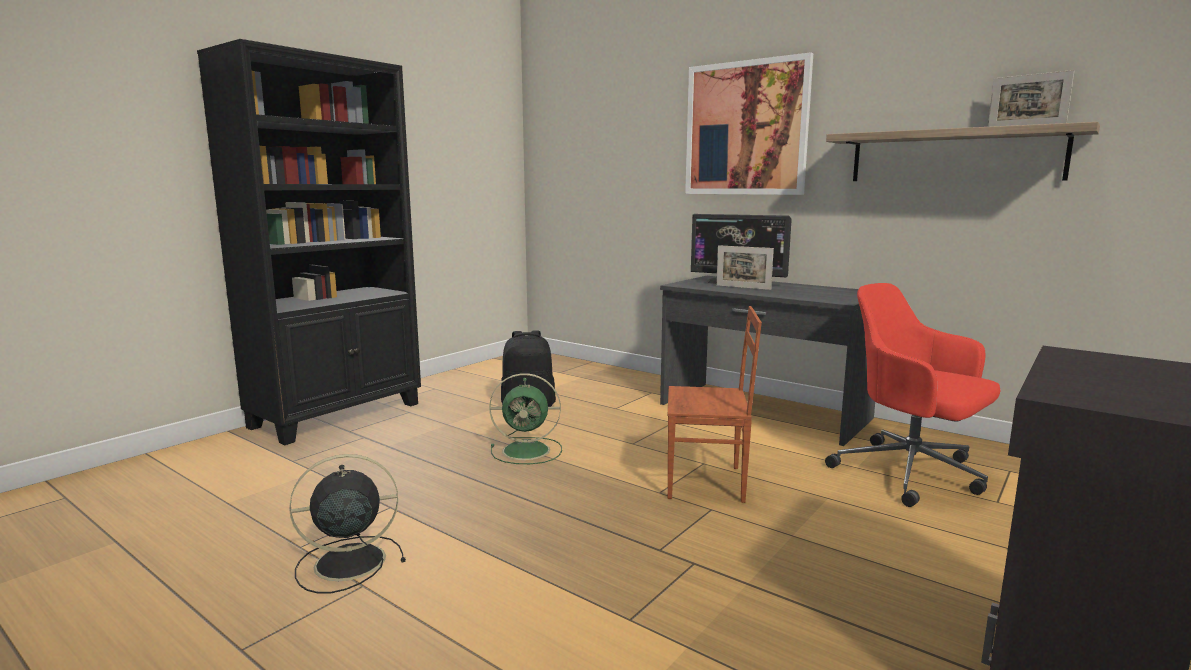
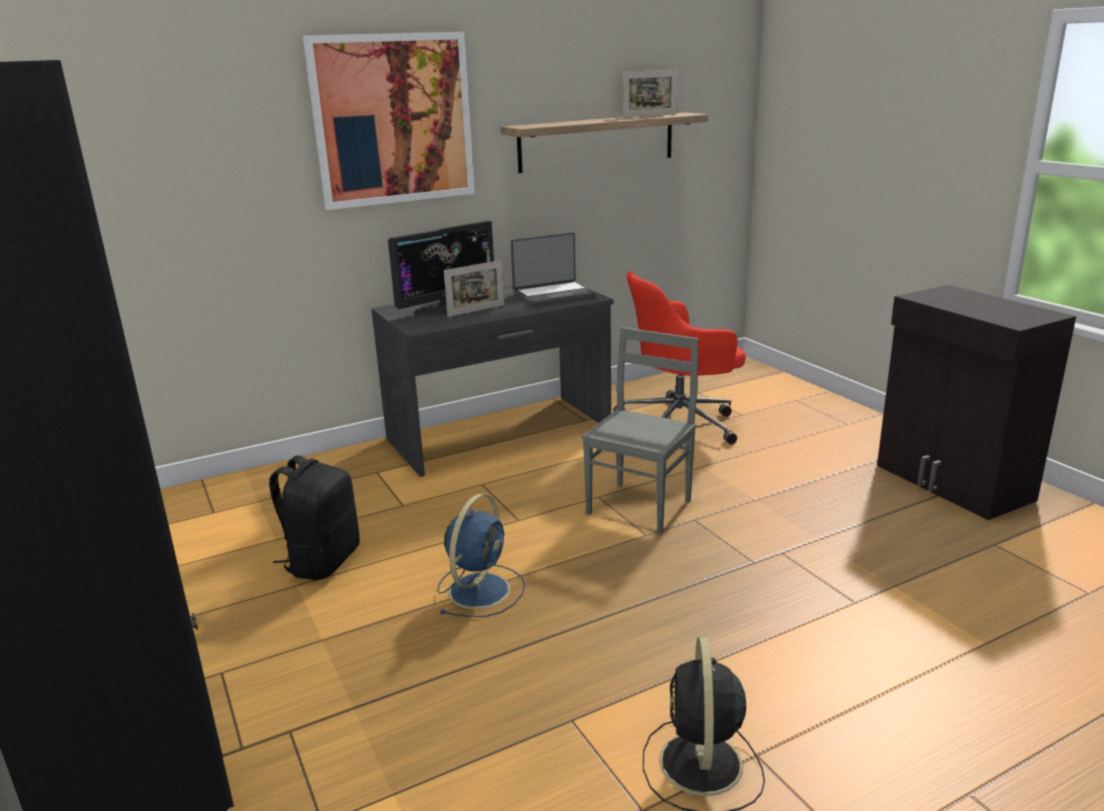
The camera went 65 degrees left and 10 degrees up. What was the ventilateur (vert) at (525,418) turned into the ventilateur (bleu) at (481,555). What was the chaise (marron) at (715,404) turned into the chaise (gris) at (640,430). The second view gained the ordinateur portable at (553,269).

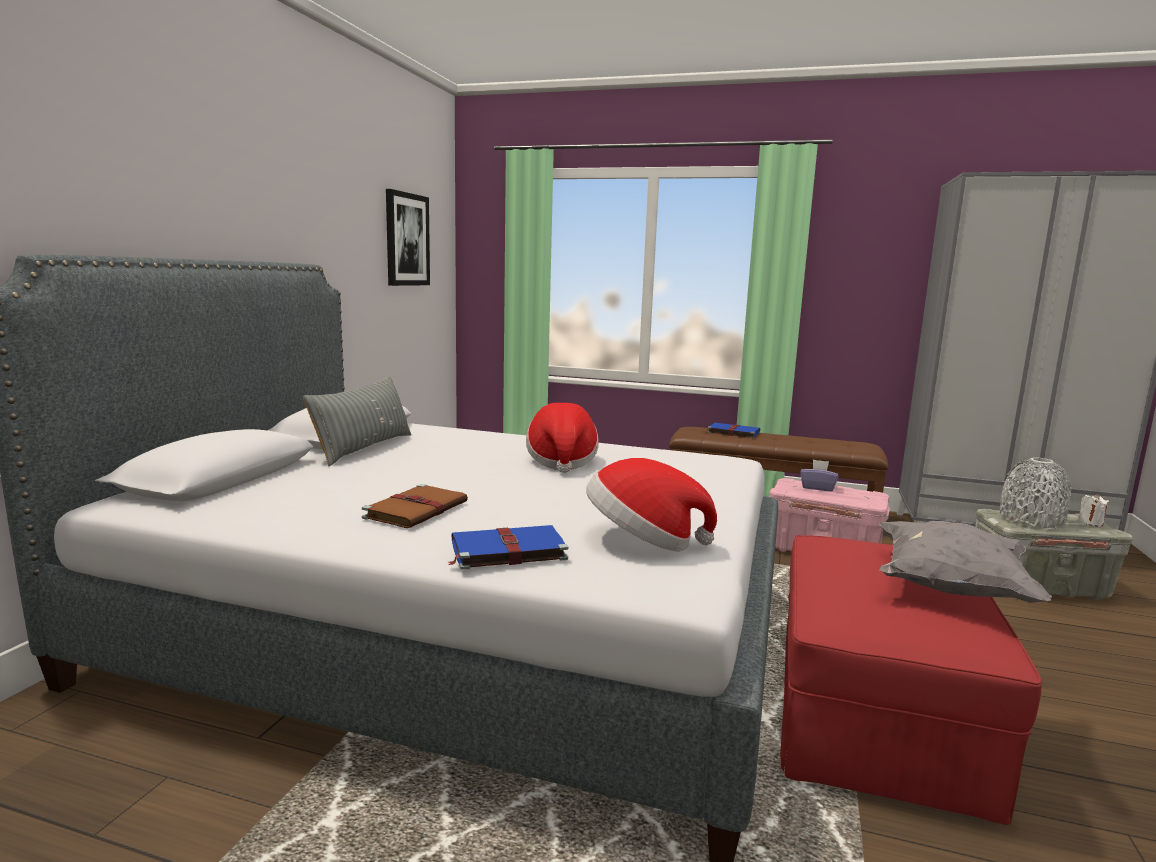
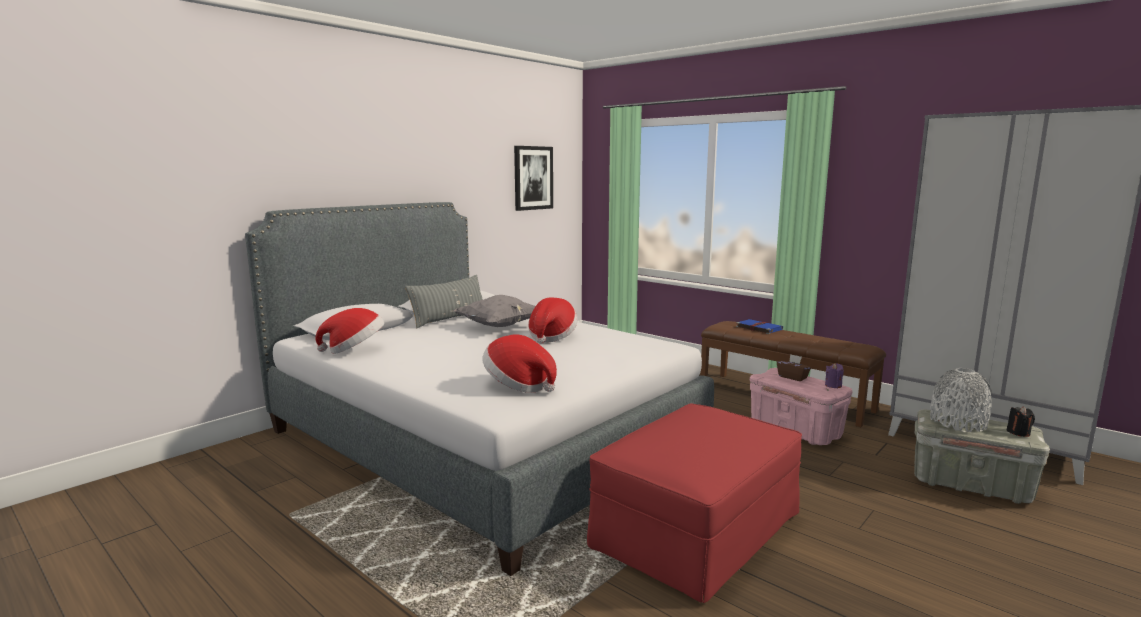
The camera went 25 degrees right and 0 degrees up. The second view lost the livre (marron) at (415,506). The second view lost the livre (bleu) at (508,547). What was the boîte à mouchoirs (violet) at (819,476) turned into the boîte à mouchoirs (marron) at (794,367). The coussin (gris) ended up elsewhere, having gone from (965,562) to (494,311). What was the bougie (blanc) at (1093,510) turned into the bougie (noir) at (1020,421). The second view gained the chapeau at (350,331). The second view gained the bougie (violet) at (834,375).

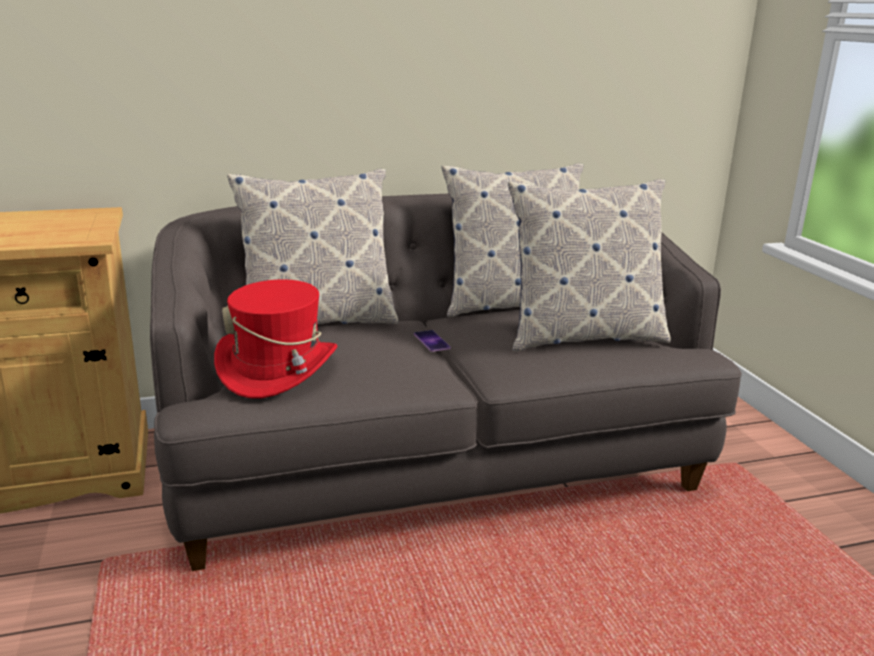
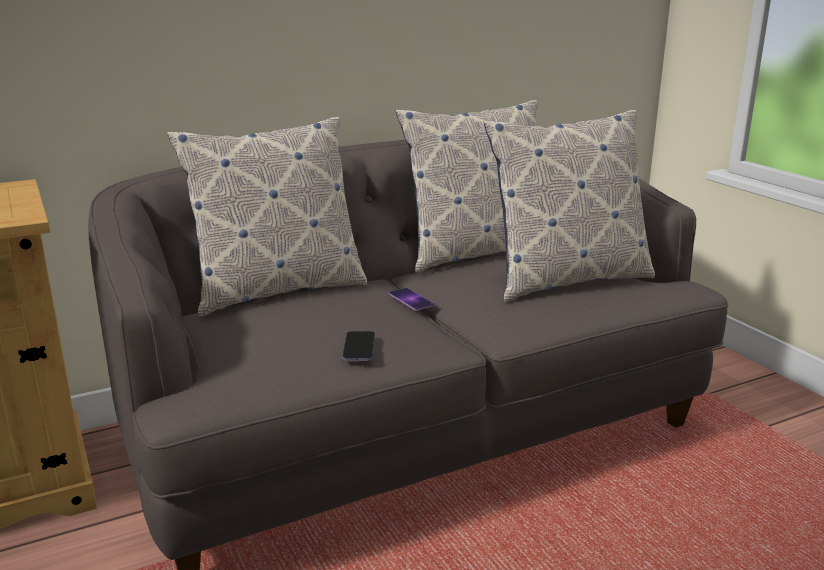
The camera went 10 degrees left and 0 degrees up. The second view lost the chapeau (rouge) at (275,338). The second view gained the téléphone at (359,346).

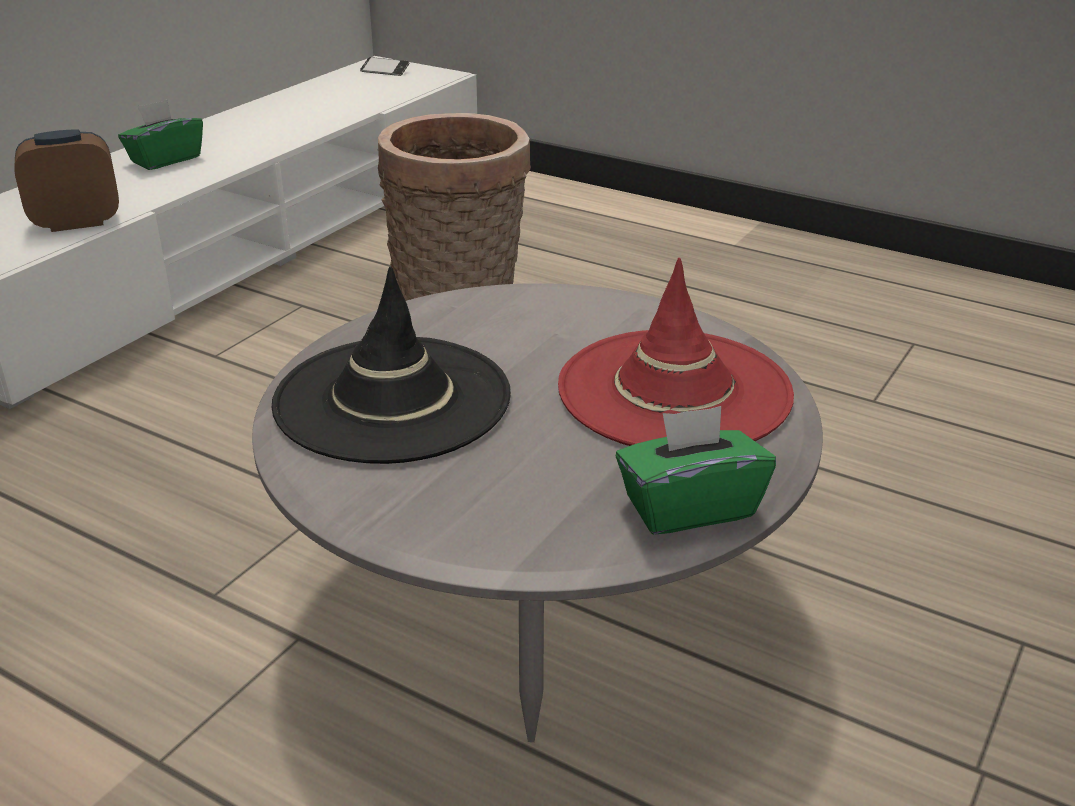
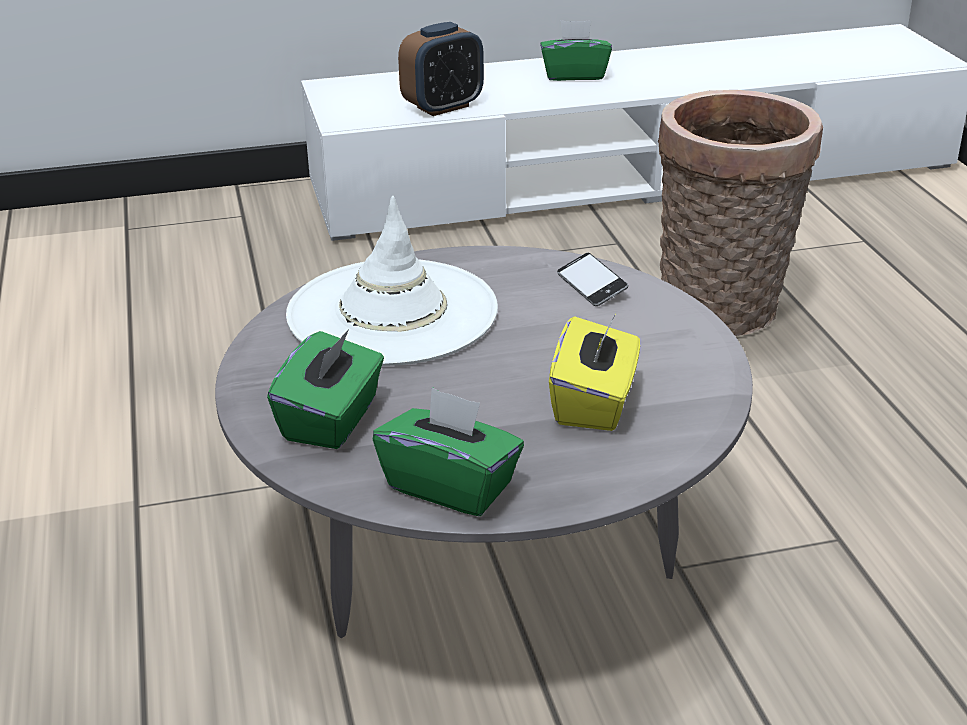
The camera went 45 degrees right and 0 degrees up. The réveil at (66,180) ended up facing another way, 120 degrees clockwise from before. What was the chapeau (noir) at (391,365) turned into the chapeau (blanc) at (392,281). The téléphone ended up elsewhere, having gone from (384,66) to (592,279). Where the chapeau (rouge) stood at (676,352), the boîte à mouchoirs (jaune) came to stand at (594,372). The second view gained the boîte à mouchoirs (vert) at (325,389).

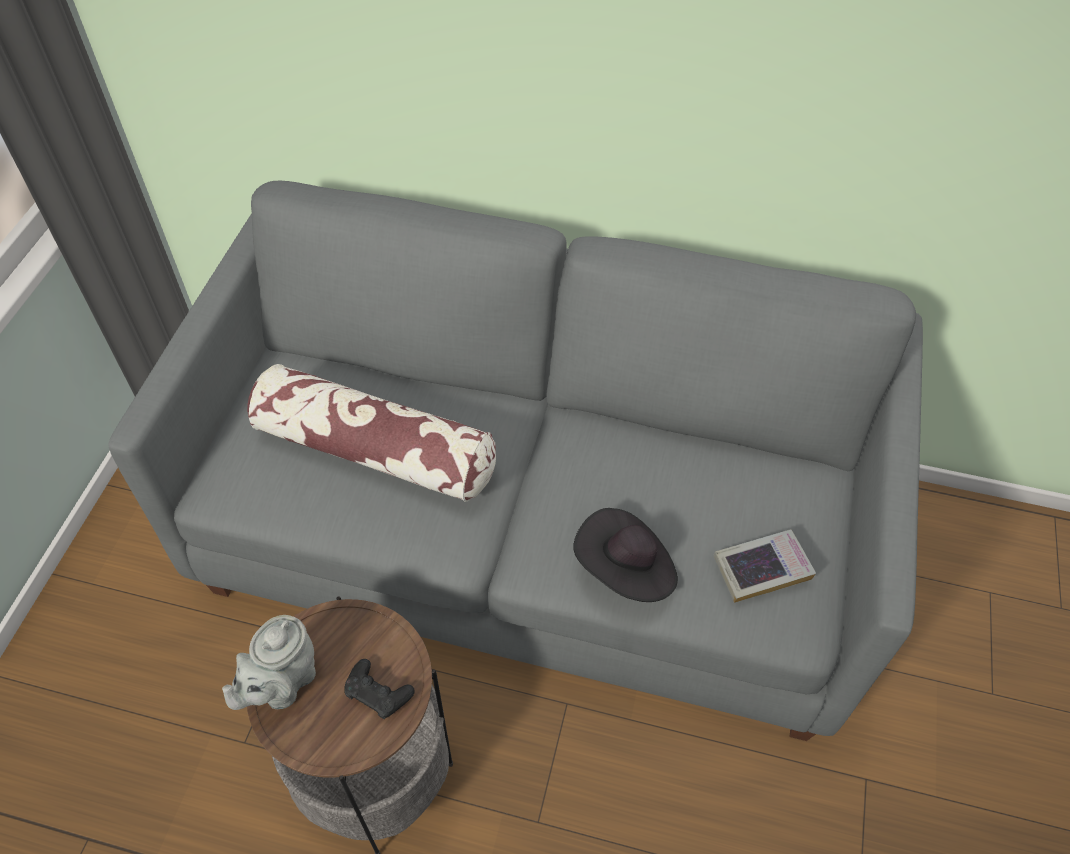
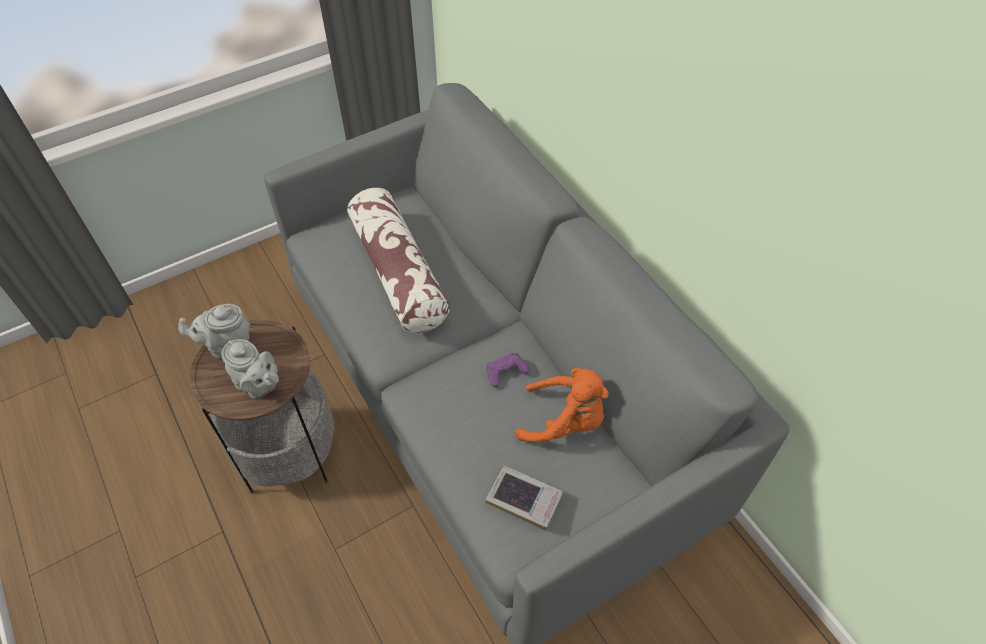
The camera went 45 degrees right and 0 degrees up. Where the manette (noir) stood at (379,689), the théière (gris) came to stand at (250,369). The second view lost the chapeau (noir) at (625,555). The second view gained the manette (violet) at (507,370). The second view gained the peluche (orange) at (562,404).

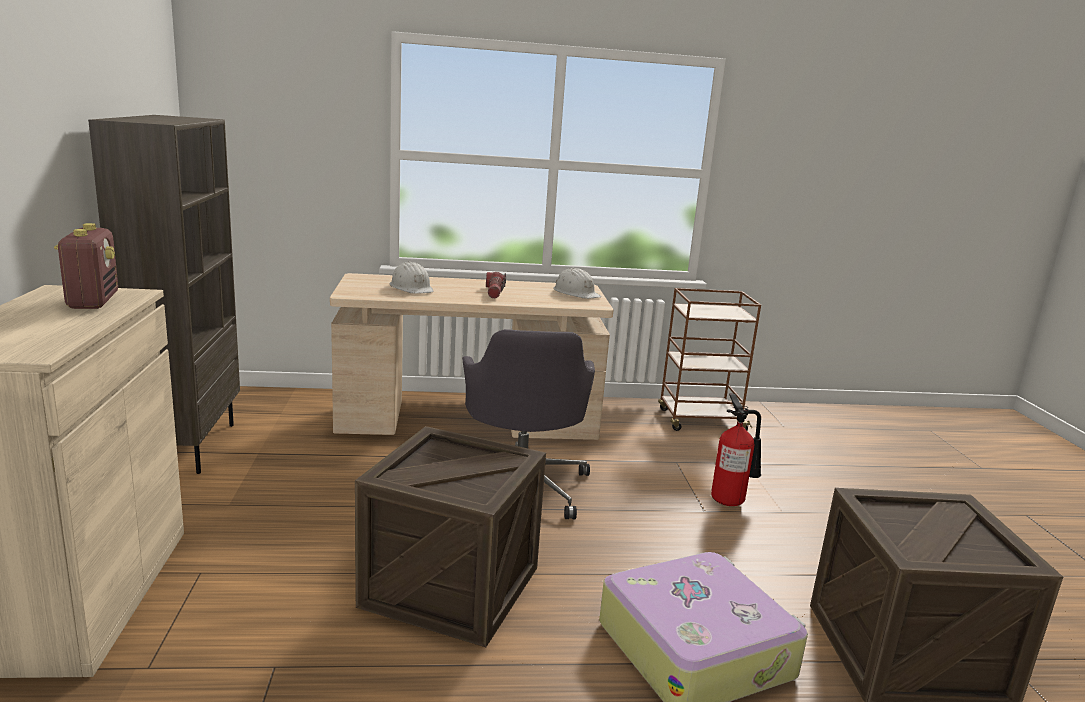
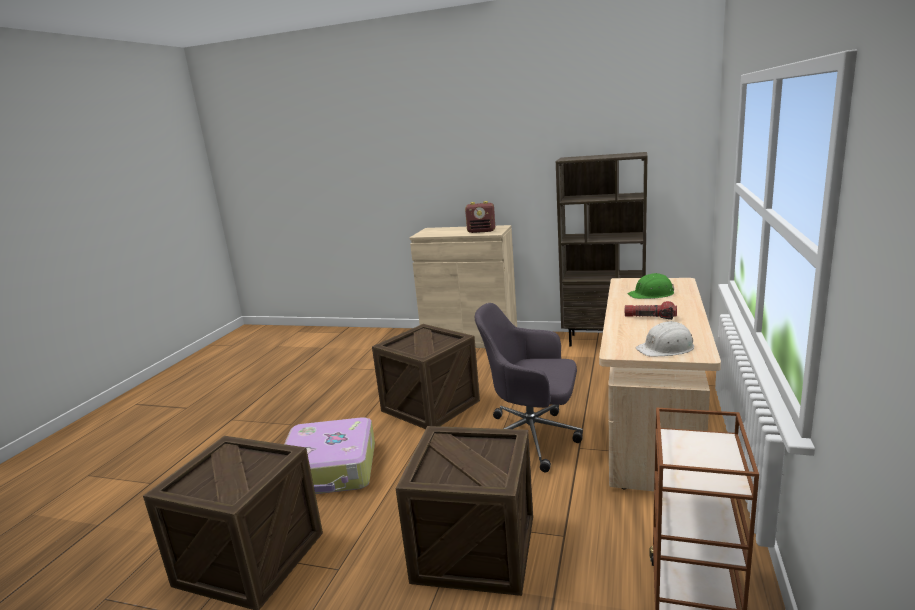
The camera went 115 degrees right and 0 degrees up. What was the casque de chantier (blanc) at (412,277) turned into the casque de chantier (vert) at (651,286). Where the extincteur stood at (736,449), the caisse came to stand at (464,511).

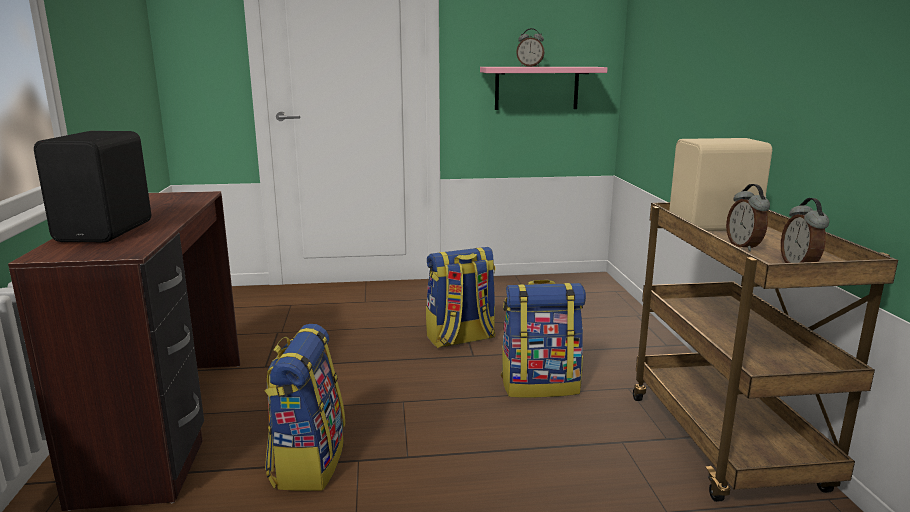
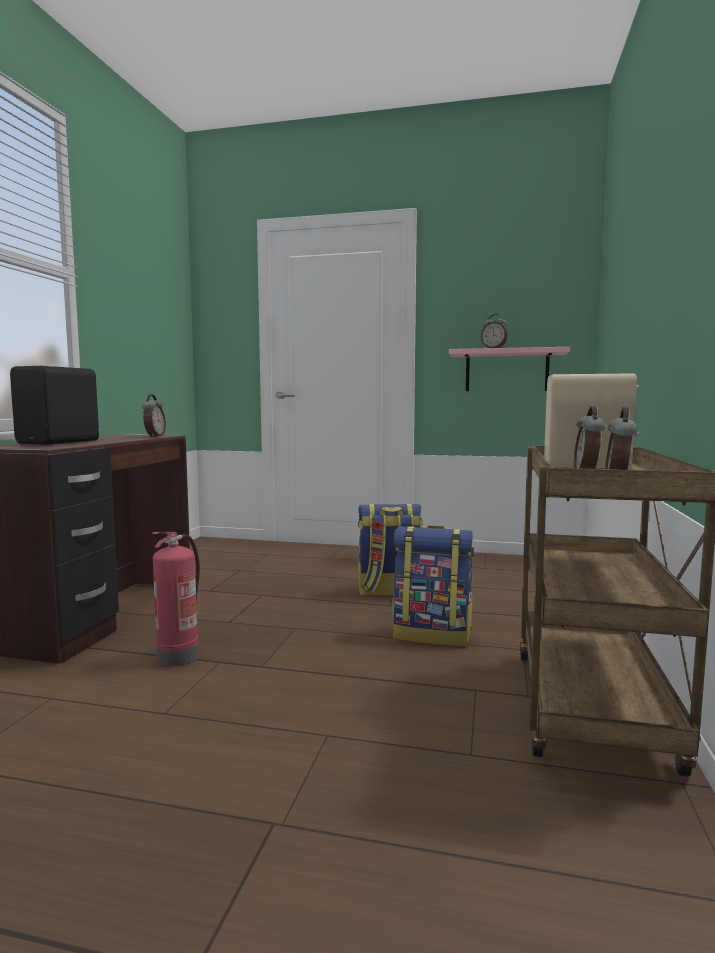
The camera went 20 degrees right and 10 degrees down. Where the sac à dos stood at (305,407), the extincteur came to stand at (176,599). The second view gained the réveil at (154,415).

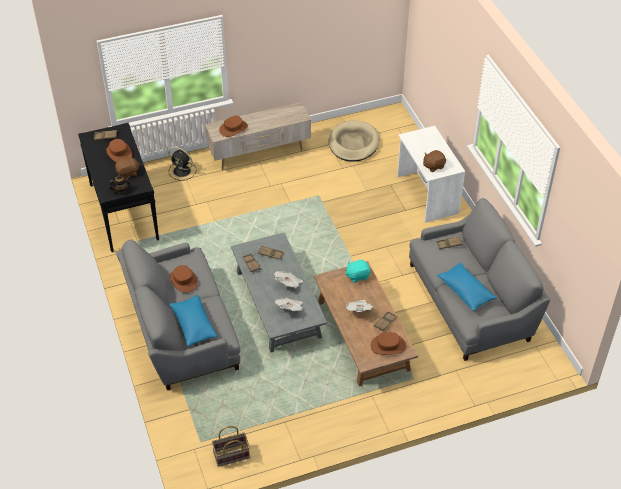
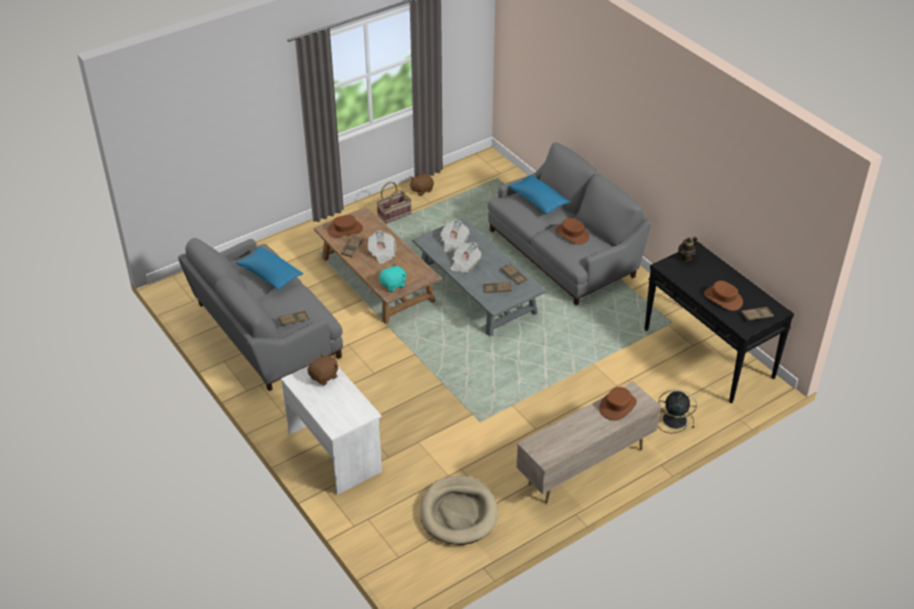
The camera went 165 degrees right and 5 degrees down. The peluche (marron) ended up elsewhere, having gone from (127,167) to (422,184). The panier ended up elsewhere, having gone from (231,446) to (393,203).

